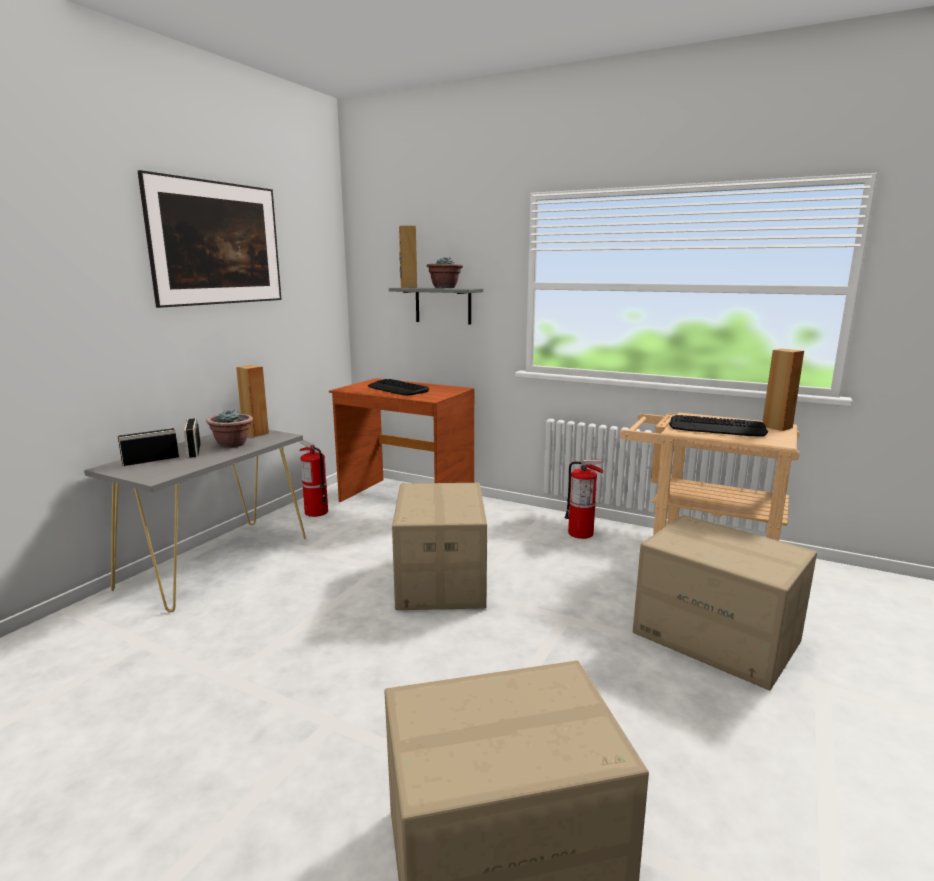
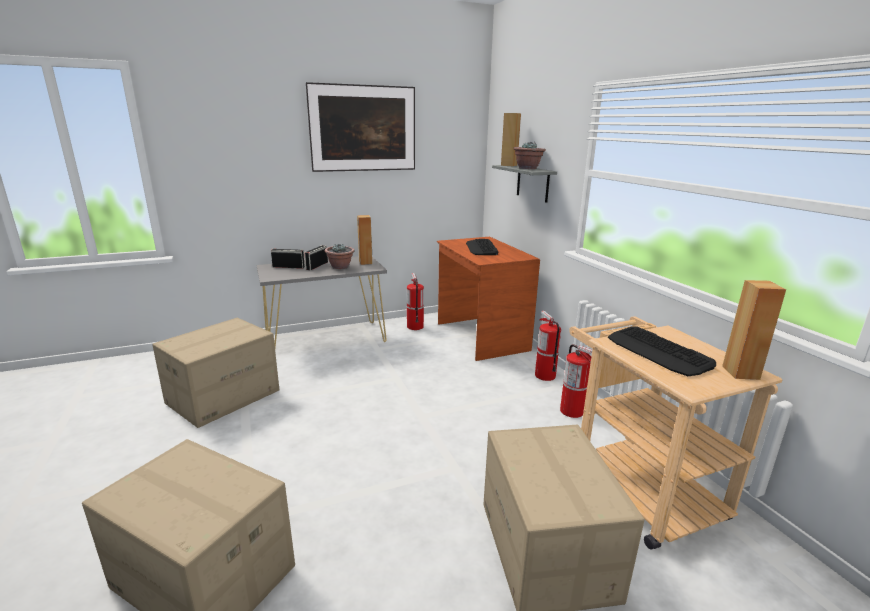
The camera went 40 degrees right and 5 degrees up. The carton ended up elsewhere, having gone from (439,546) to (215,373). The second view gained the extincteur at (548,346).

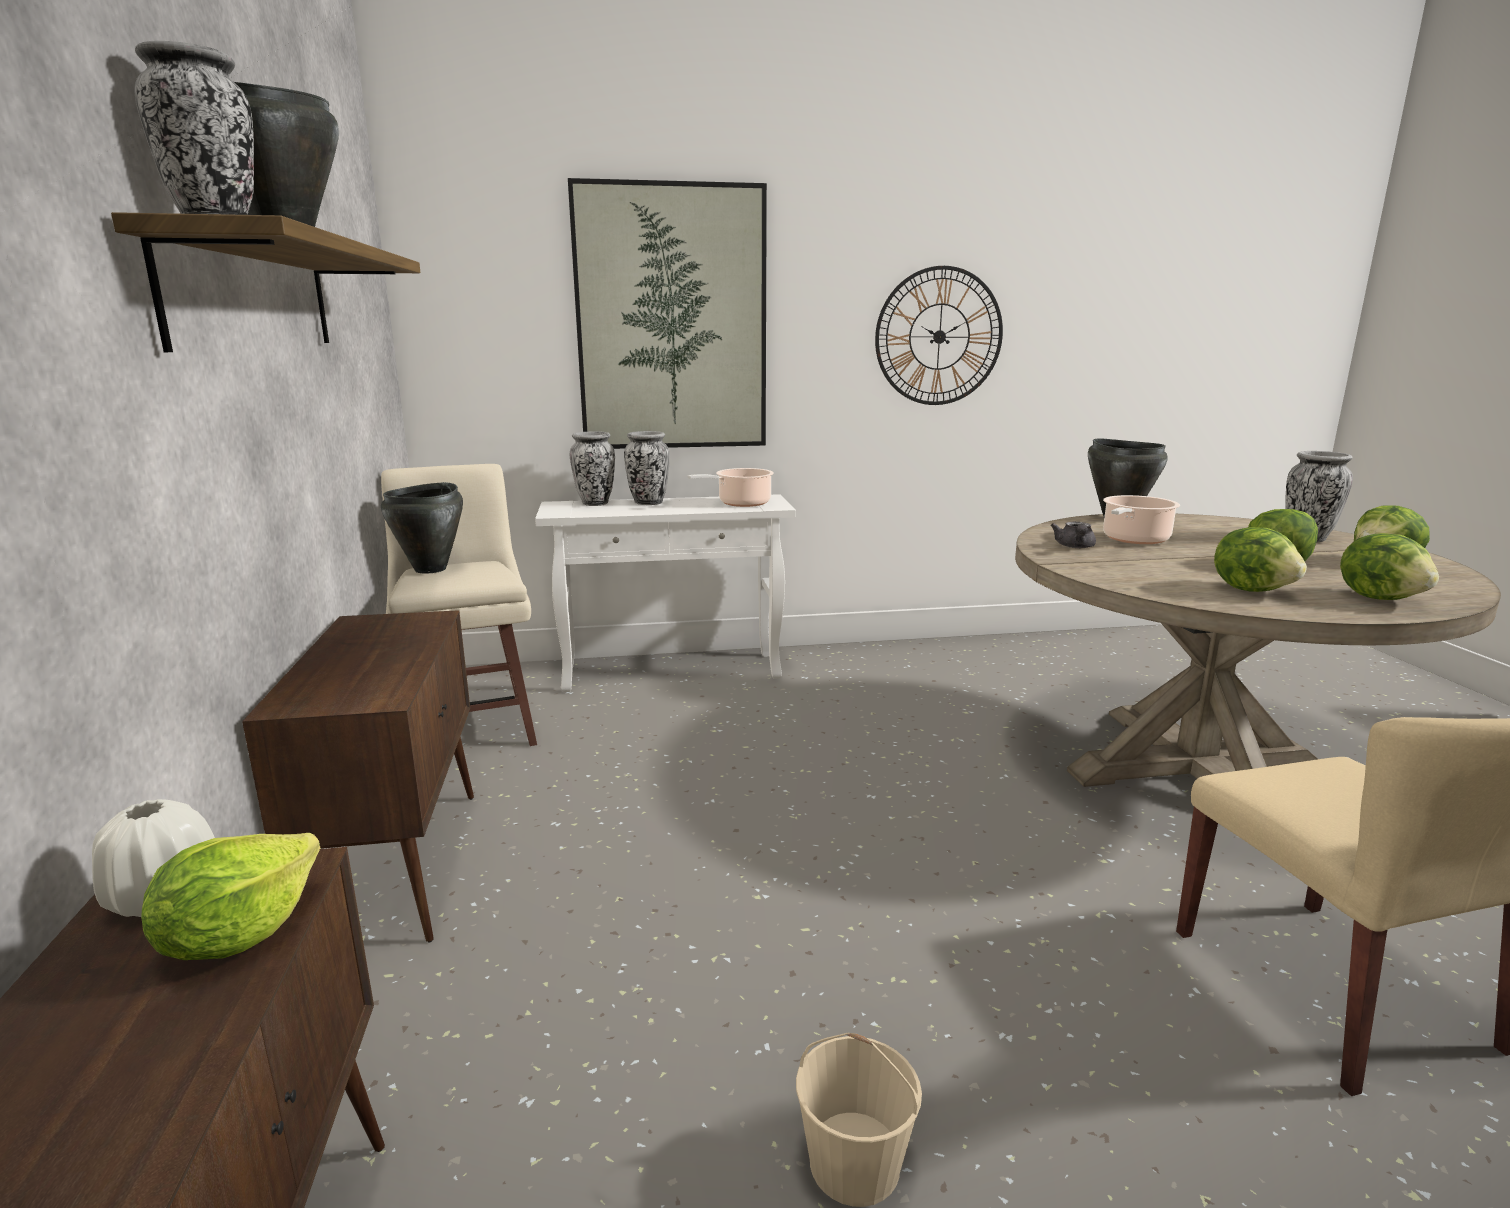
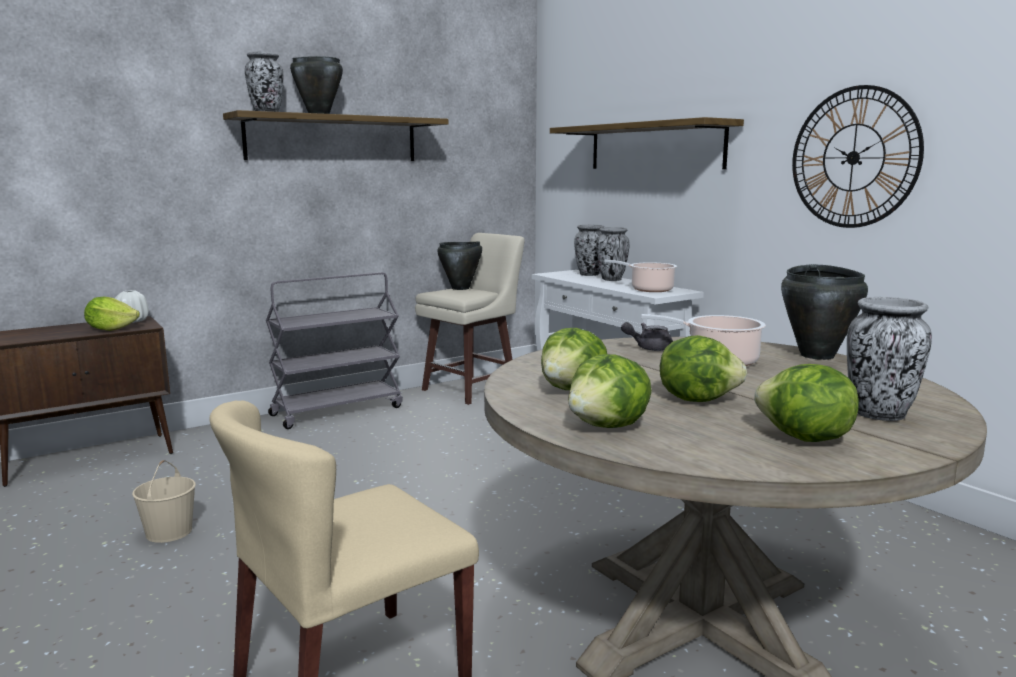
The camera went 65 degrees right and 5 degrees down. Where the meuble de rangement (marron) stood at (358,776), the chariot (gris) came to stand at (334,350). Where the tableau hung at (667,313), the étagère came to hang at (647,143).

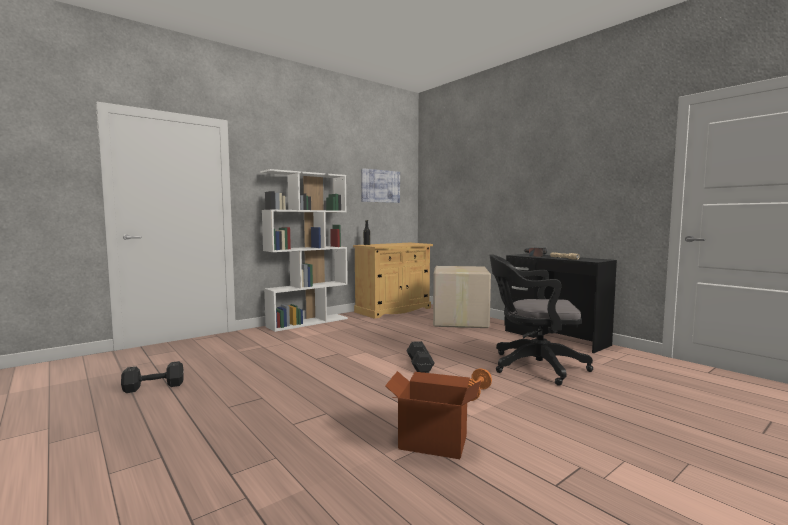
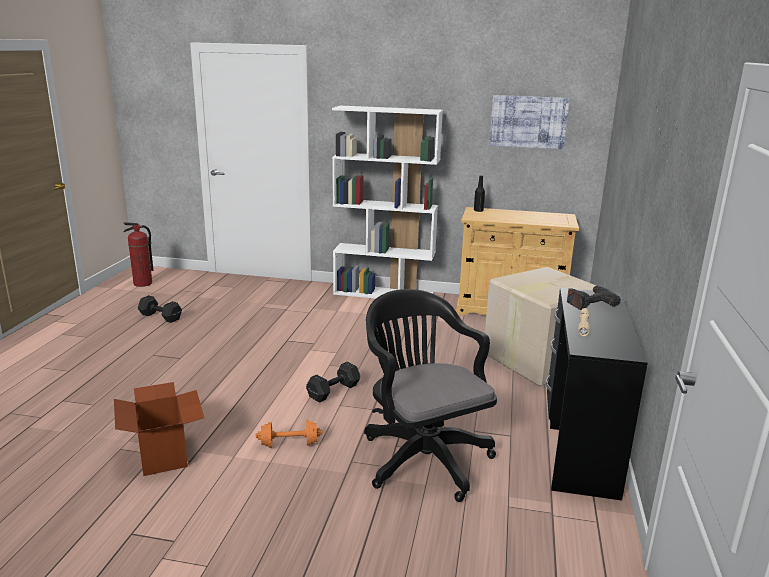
The camera went 50 degrees right and 15 degrees up. The second view gained the extincteur at (139,255).

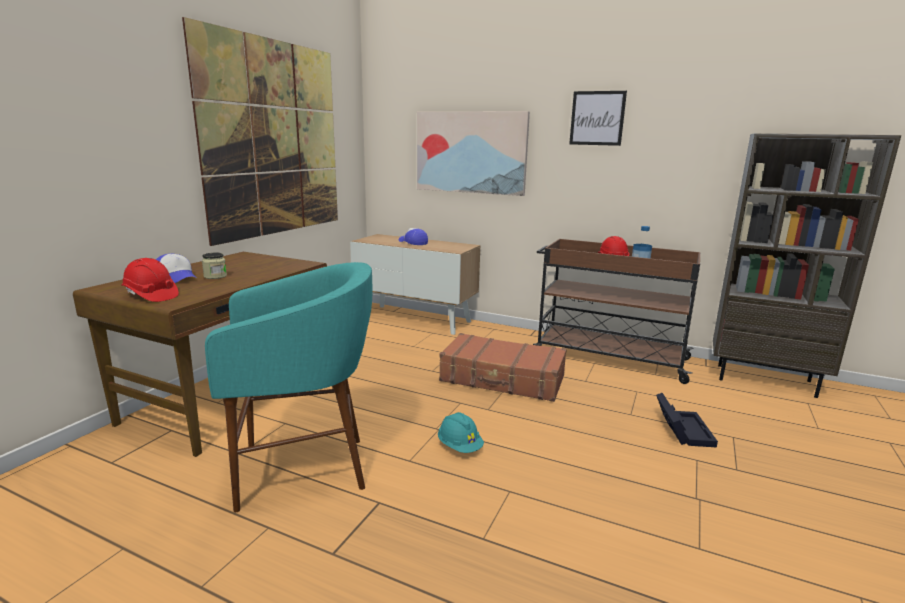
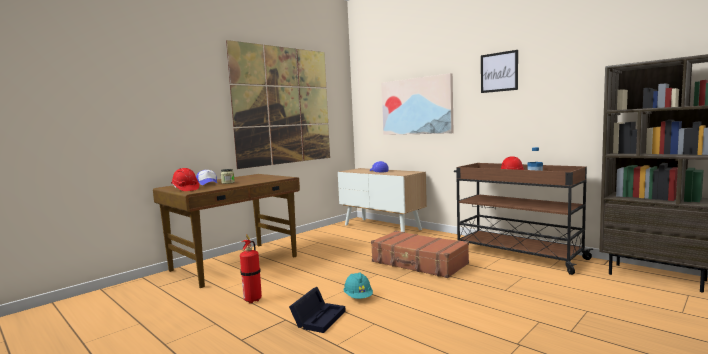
The camera went 20 degrees right and 10 degrees down. Where the tabouret (turquoise) stood at (289,387), the extincteur came to stand at (251,269). The boîte de rangement (noir) ended up elsewhere, having gone from (687,420) to (317,310).

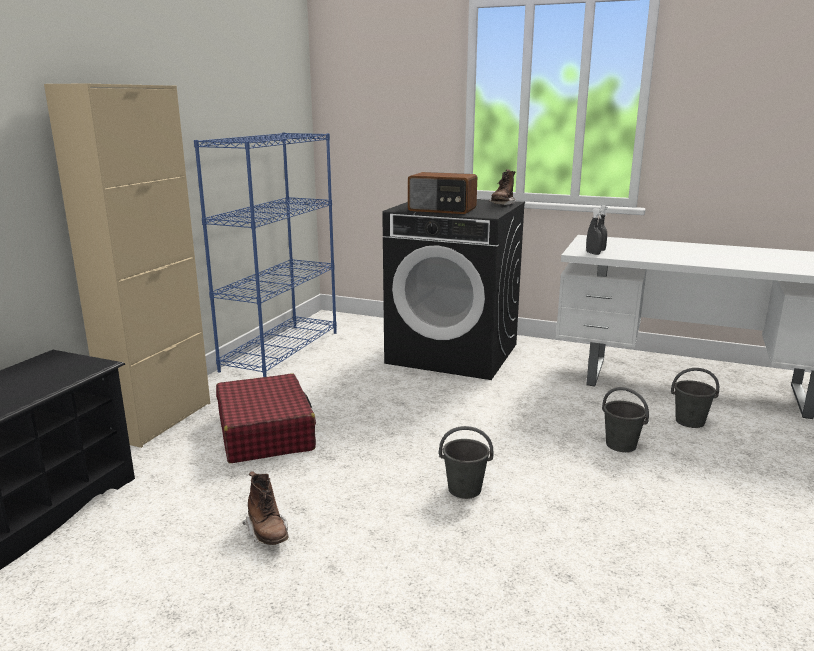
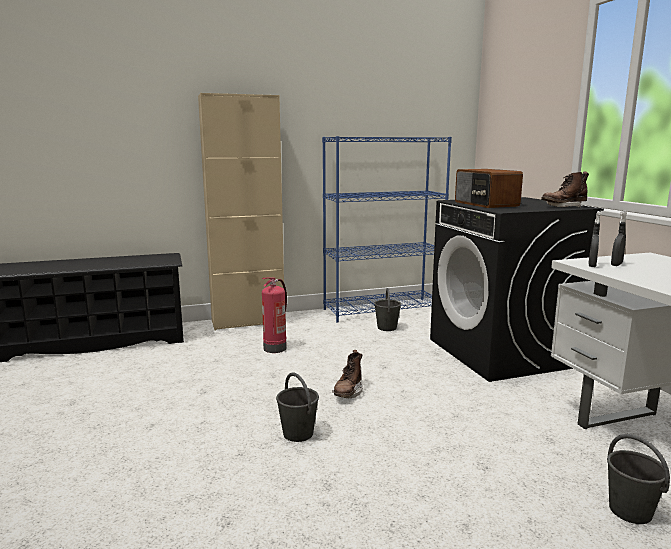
The camera went 50 degrees right and 5 degrees down. Where the valise (rouge) stood at (266,418), the extincteur came to stand at (274,315). The botte (marron) ended up elsewhere, having gone from (265,508) to (347,374). The seau (gris) ended up elsewhere, having gone from (625,419) to (387,309).

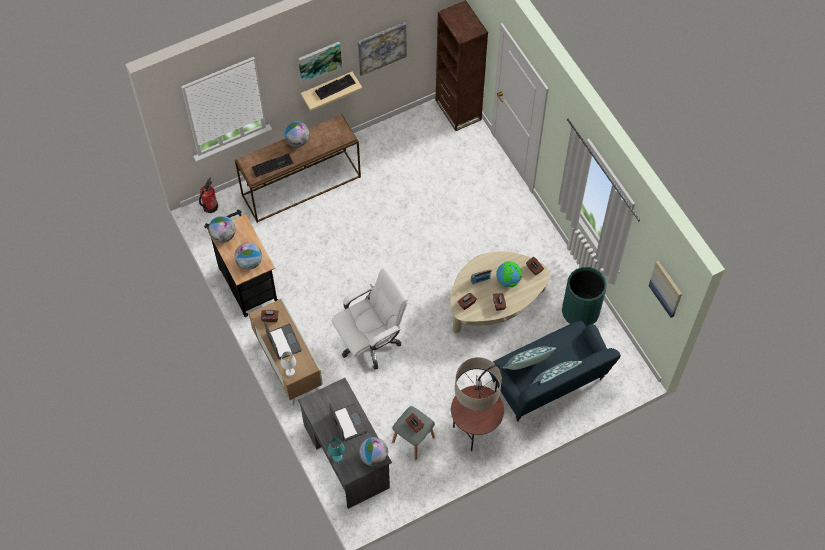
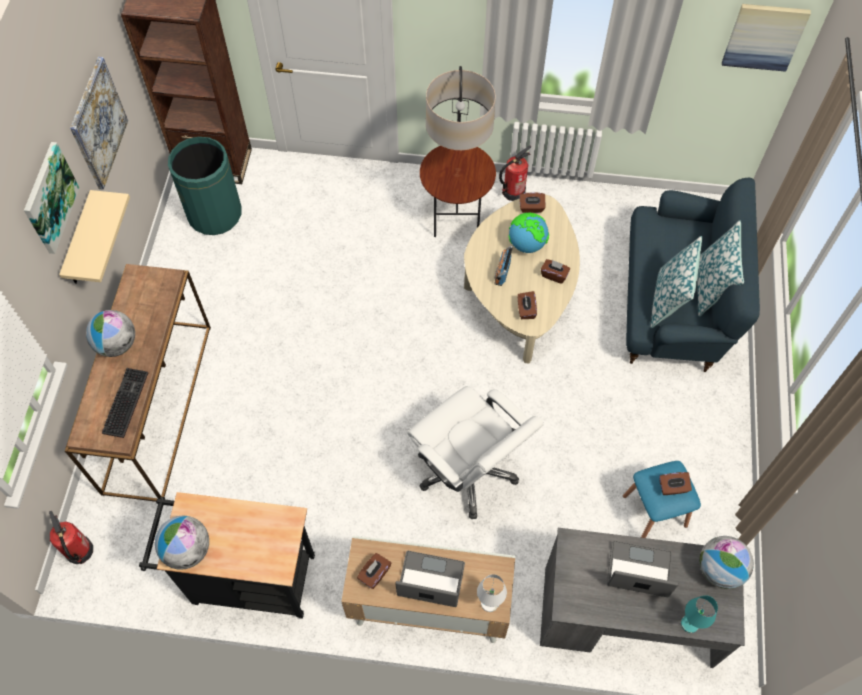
The camera went 55 degrees left and 0 degrees up. The second view lost the globe at (248,256). The second view lost the clavier at (335,87). The chaise de bureau (blanc) at (370,318) ended up facing another way, 135 degrees clockwise from before. What was the tabouret (gris) at (413,432) turned into the tabouret (bleu) at (662,499). The lampadaire ended up elsewhere, having gone from (477,404) to (458,151). The poubelle (vert) ended up elsewhere, having gone from (584,297) to (205,186). The second view gained the extincteur at (515,173).

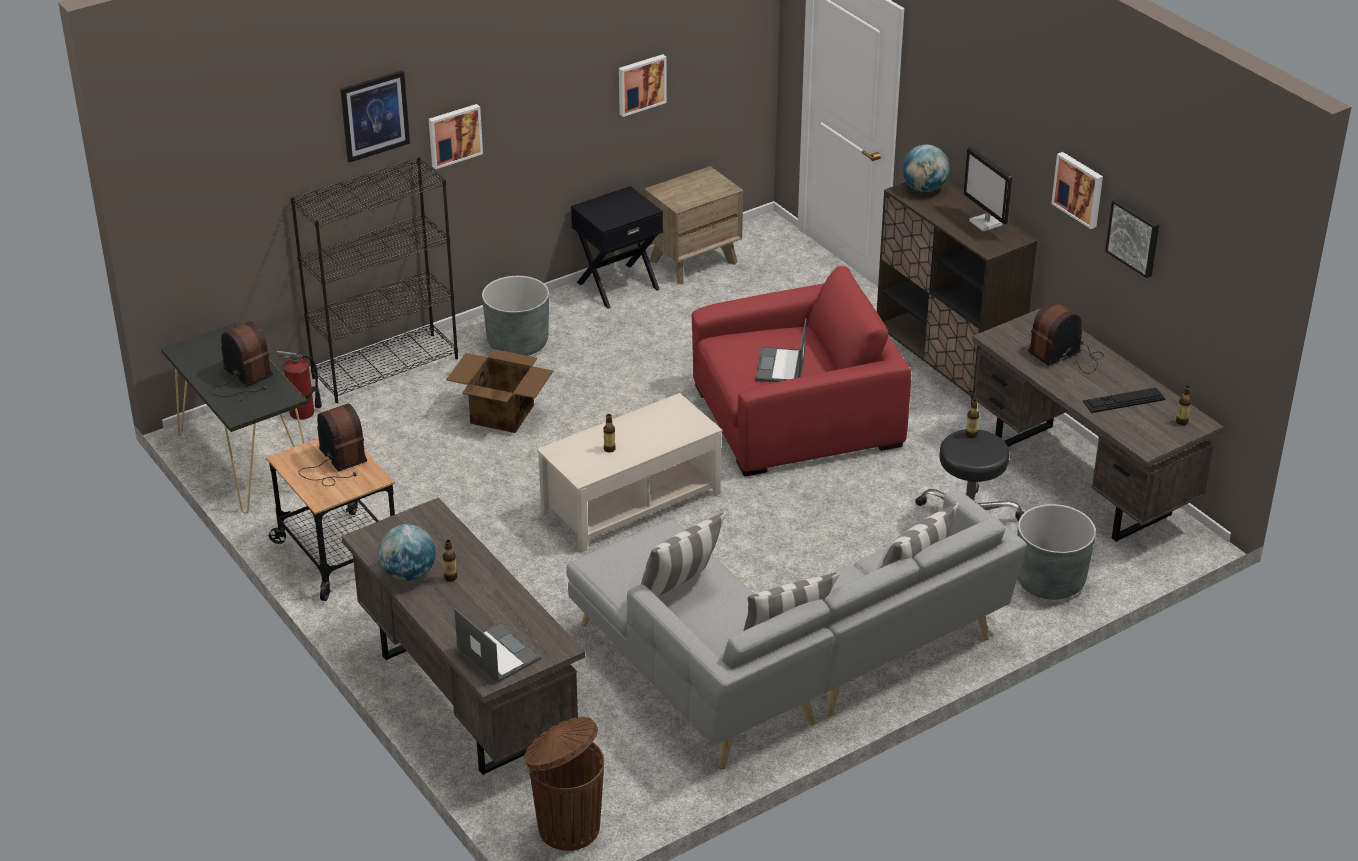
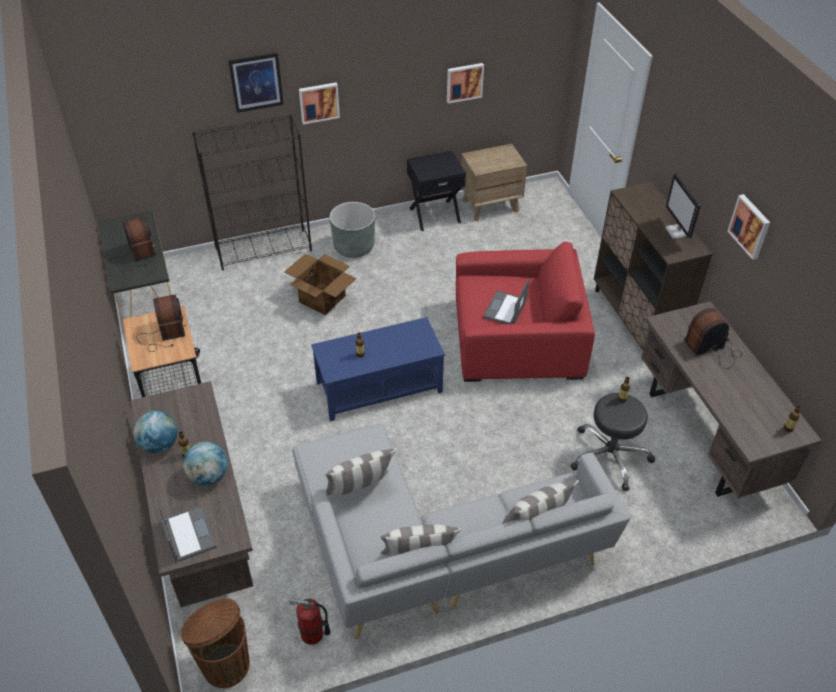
The camera went 15 degrees right and 10 degrees up. The extincteur ended up elsewhere, having gone from (299,385) to (309,621). What was the table basse (beige) at (630,473) turned into the table basse (bleu) at (378,369). The globe ended up elsewhere, having gone from (926,168) to (205,464). The second view lost the cache-pot (gris) at (1056,552). The second view lost the clavier at (1124,400). The second view lost the tableau at (1132,238).

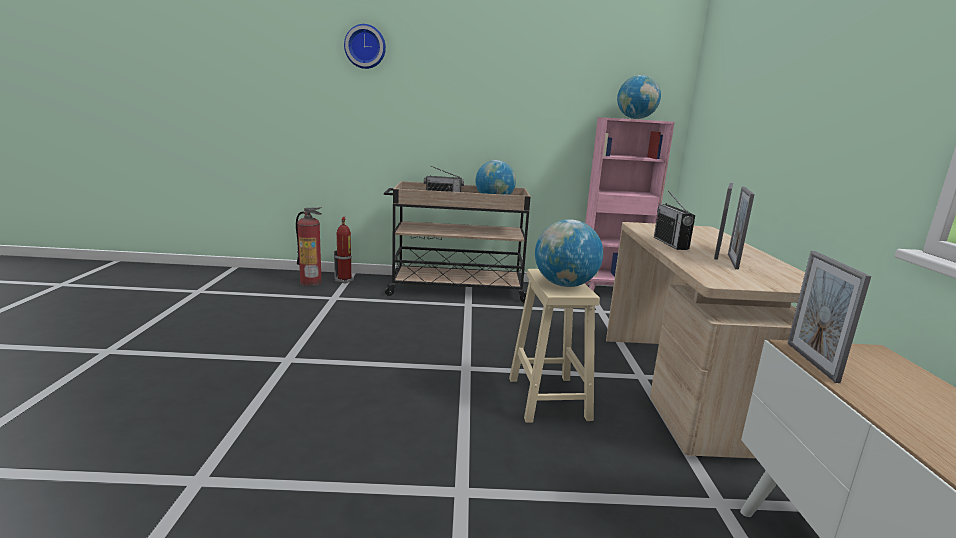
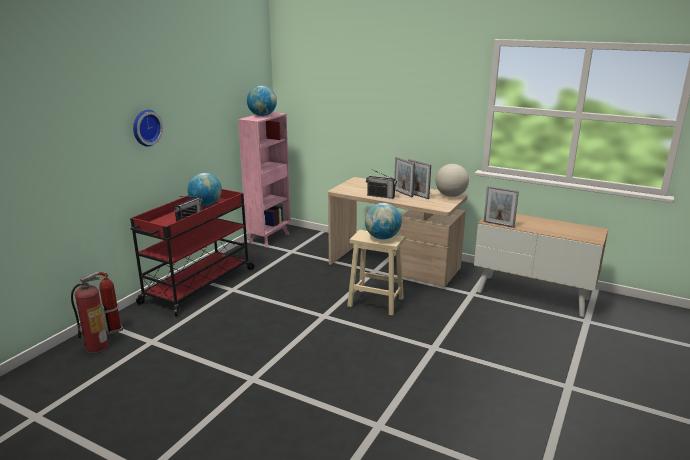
The camera went 60 degrees left and 5 degrees up. The horloge murale ended up elsewhere, having gone from (365,46) to (148,128). What was the chariot (beige) at (457,242) turned into the chariot (rouge) at (192,252). The second view gained the globe at (452,180).

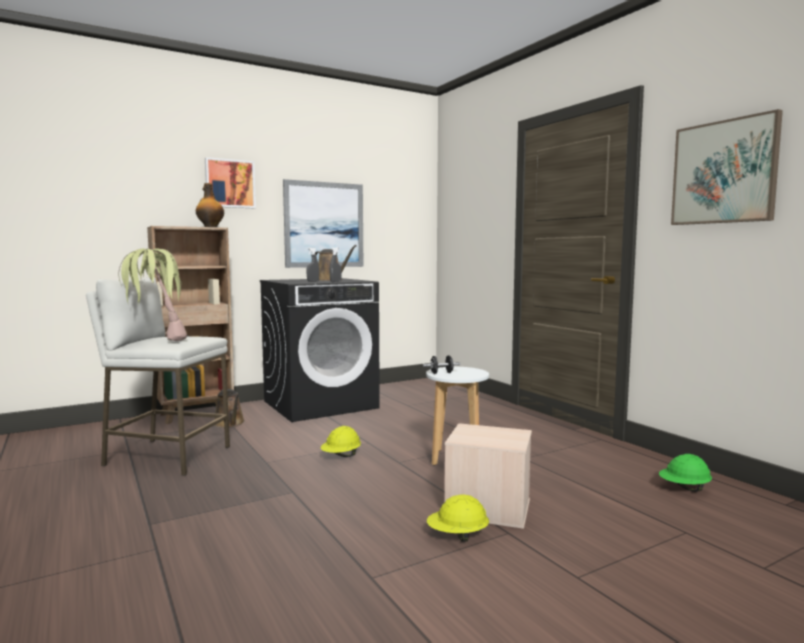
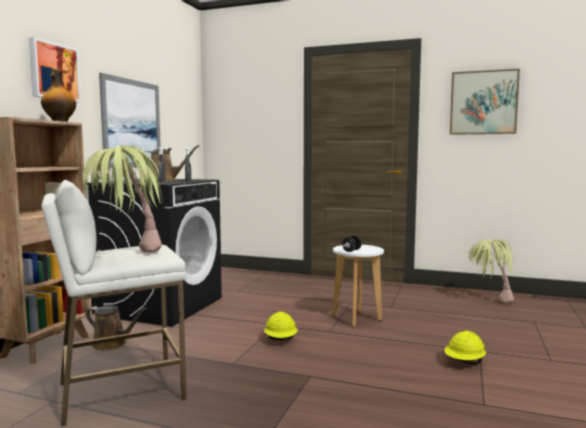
The camera went 40 degrees left and 0 degrees up. The second view lost the boîte de rangement (beige) at (488,476). Where the casque de chantier (vert) stood at (685,473), the plante en pot came to stand at (491,271).

